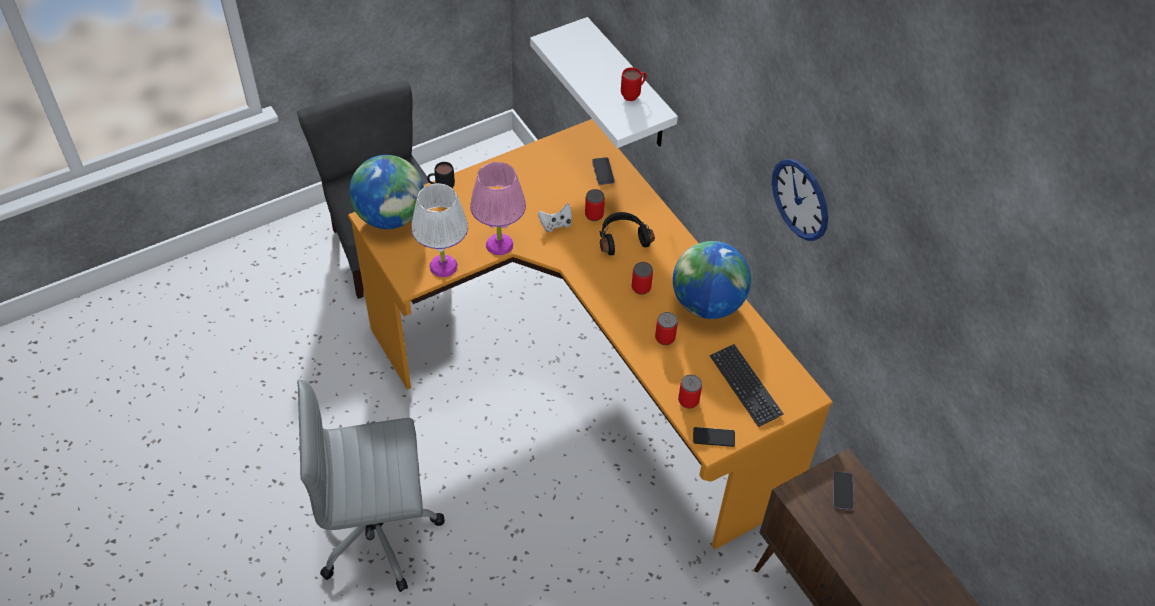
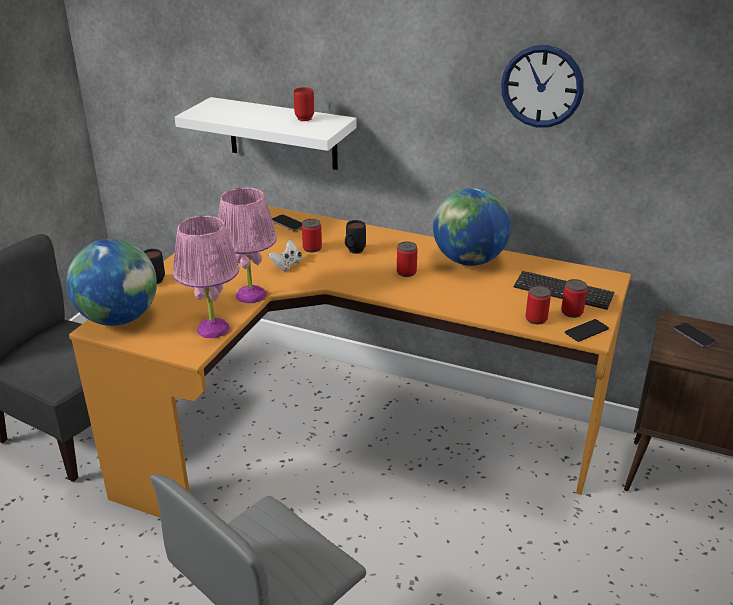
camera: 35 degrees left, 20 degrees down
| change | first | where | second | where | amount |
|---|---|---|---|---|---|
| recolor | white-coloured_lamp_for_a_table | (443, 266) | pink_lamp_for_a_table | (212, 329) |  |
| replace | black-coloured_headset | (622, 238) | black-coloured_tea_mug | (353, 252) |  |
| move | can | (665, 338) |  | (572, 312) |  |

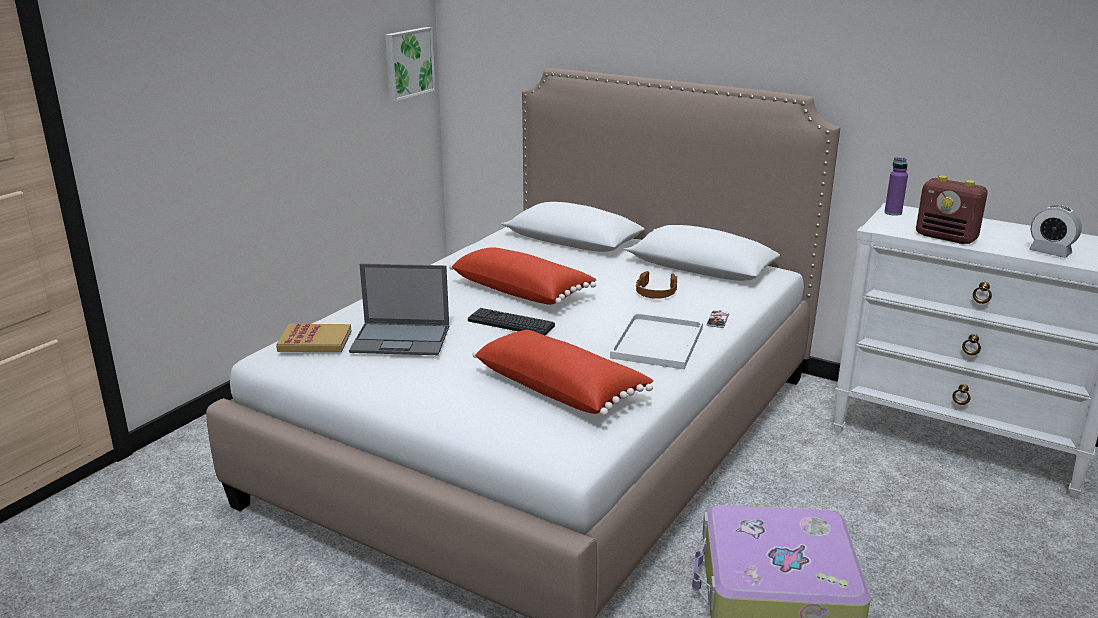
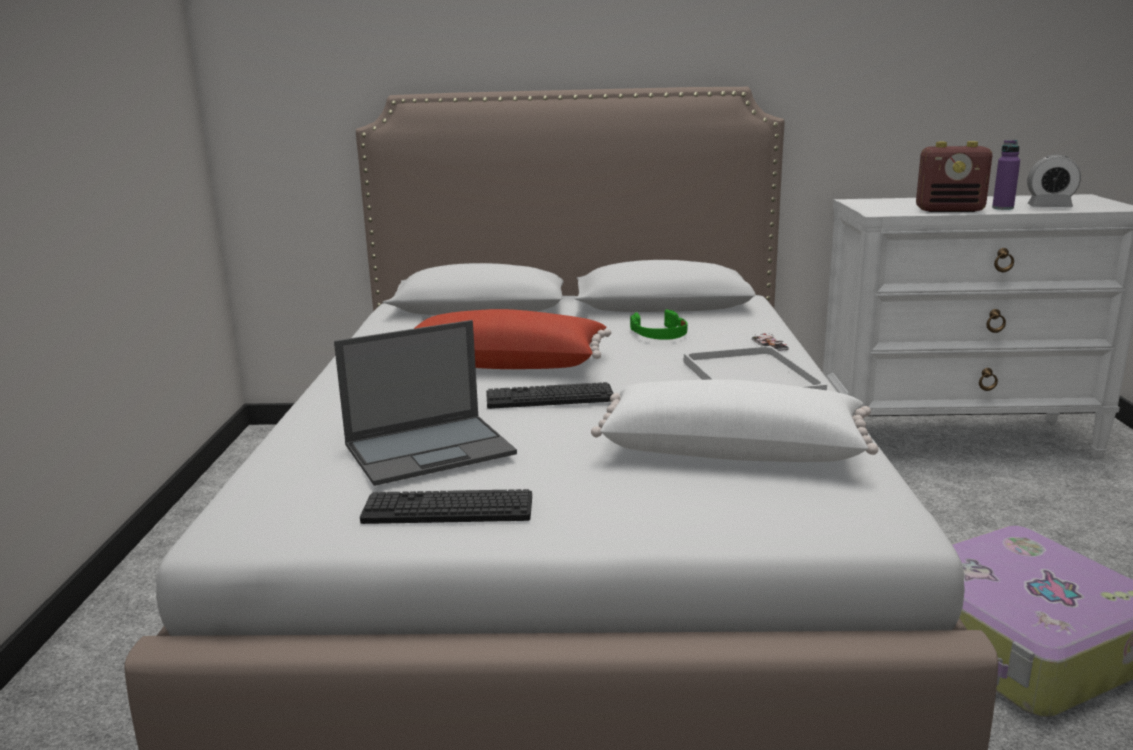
camera: 30 degrees left, 5 degrees down
| change | first | where | second | where | amount |
|---|---|---|---|---|---|
| delete | picture | (408, 63) |  |  |  |
| move | purple-coloured_bottle | (893, 213) |  | (1002, 208) |  |
| recolor | brown-coloured_headset | (655, 292) | green_headset | (660, 335) |  |
| delete | book | (315, 341) |  |  |  |
| recolor | red-coloured_throw_pillow | (561, 389) | white-coloured_throw_pillow | (732, 450) |  |
| insert |  |  | keyboard | (448, 509) |  |

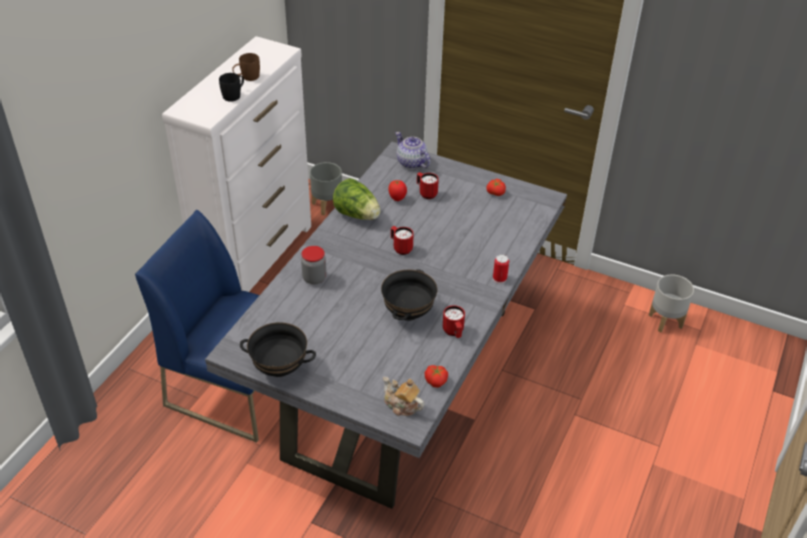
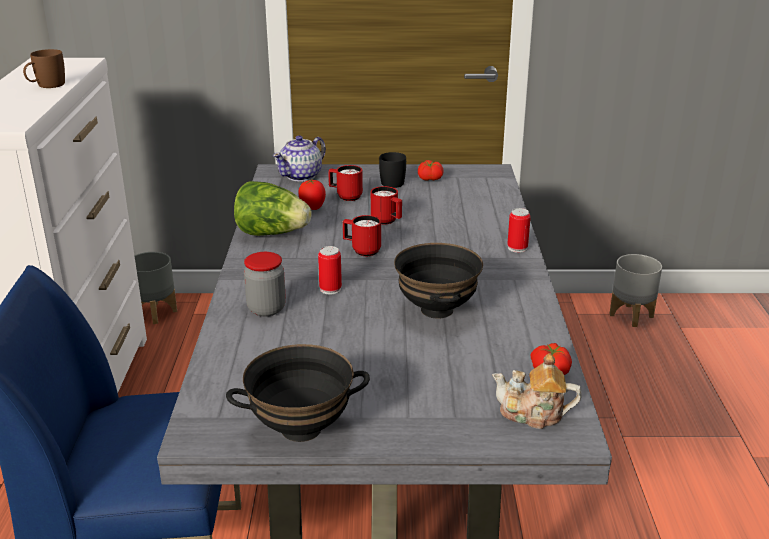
camera: 25 degrees left, 15 degrees down
| change | first | where | second | where | amount |
|---|---|---|---|---|---|
| move | black-coloured_tea_mug | (234, 95) |  | (393, 181) |  |
| rotate | teapot | (411, 163) |  | (301, 176) | 75 degrees counterclockwise |
| move | red-coloured_tea_mug | (454, 332) |  | (387, 221) |  |
| insert |  |  | can | (330, 289) |  |

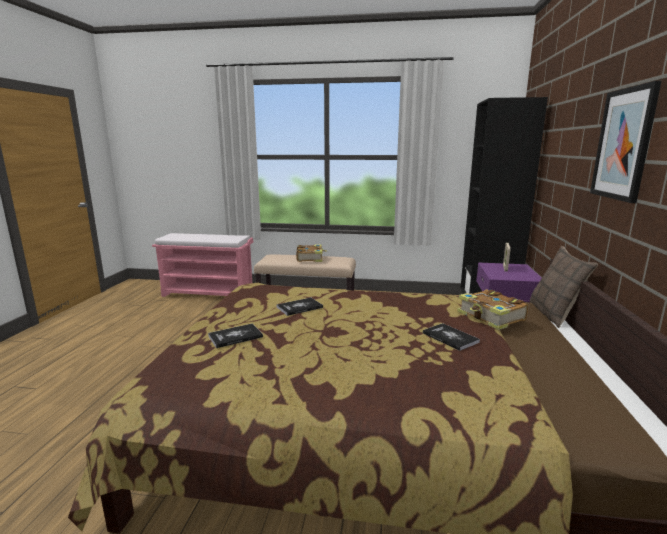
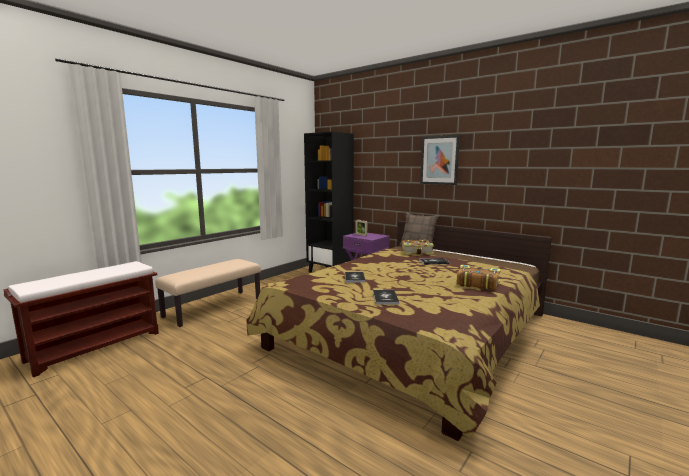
camera: 60 degrees left, 5 degrees down
| change | first | where | second | where | amount |
|---|---|---|---|---|---|
| recolor | pink_long_seat | (209, 293) | brown-coloured_long_seat | (96, 346) |  |
| move | book | (310, 258) |  | (477, 283) |  |

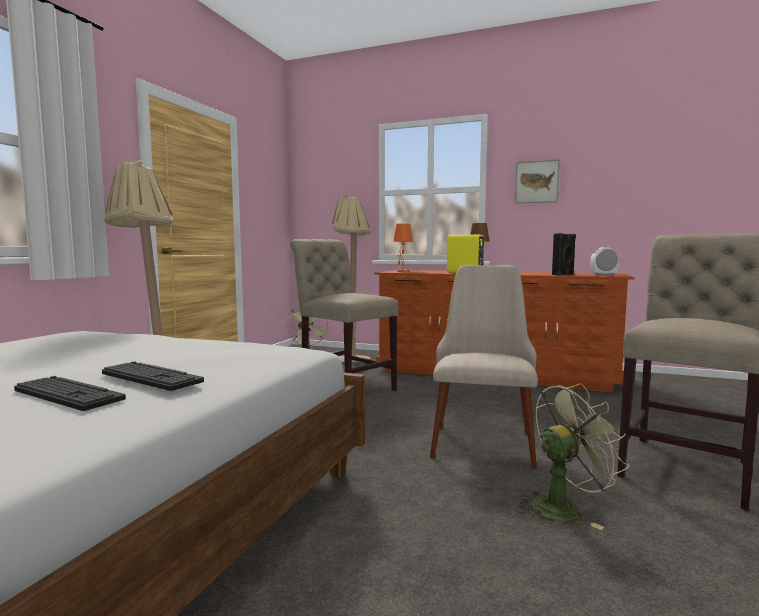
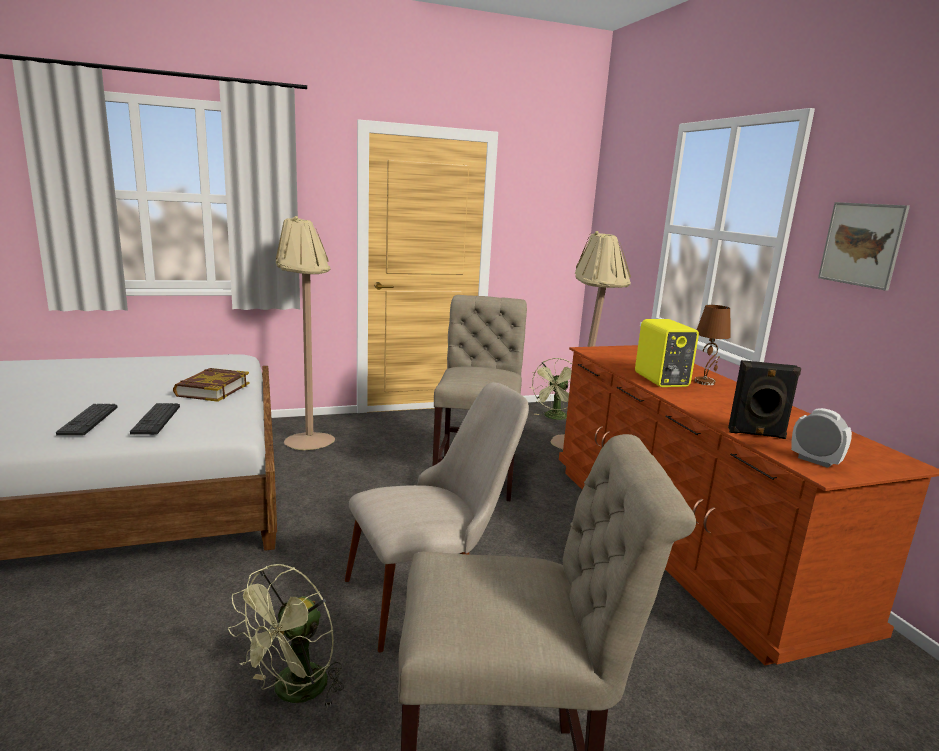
camera: 50 degrees right, 10 degrees up
| change | first | where | second | where | amount |
|---|---|---|---|---|---|
| delete | orangey_lamp_for_a_table | (403, 271) |  |  |  |
| move | keyboard | (68, 394) |  | (156, 419) |  |
| rotate | green_fan | (563, 508) |  | (293, 693) | 90 degrees clockwise |
| insert |  |  | book | (212, 389) |  |

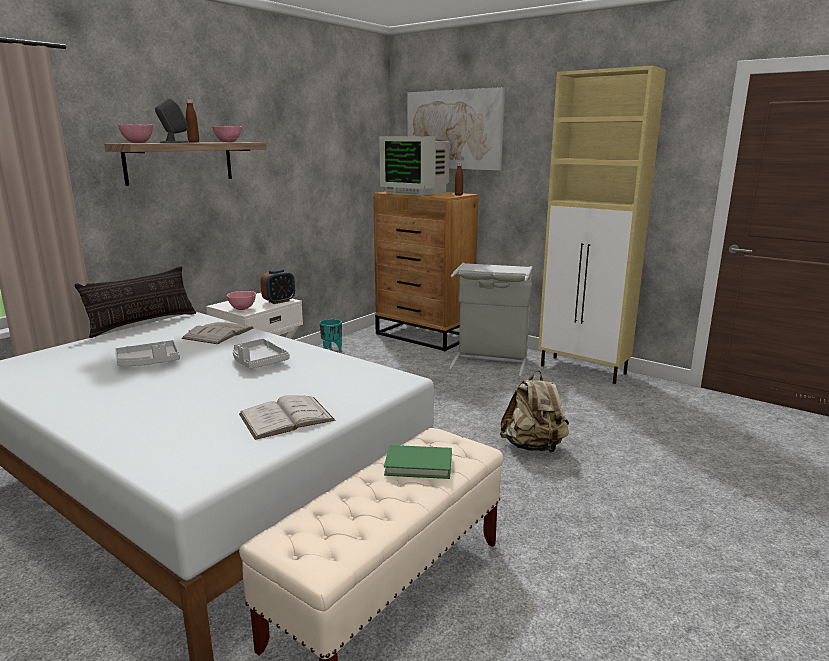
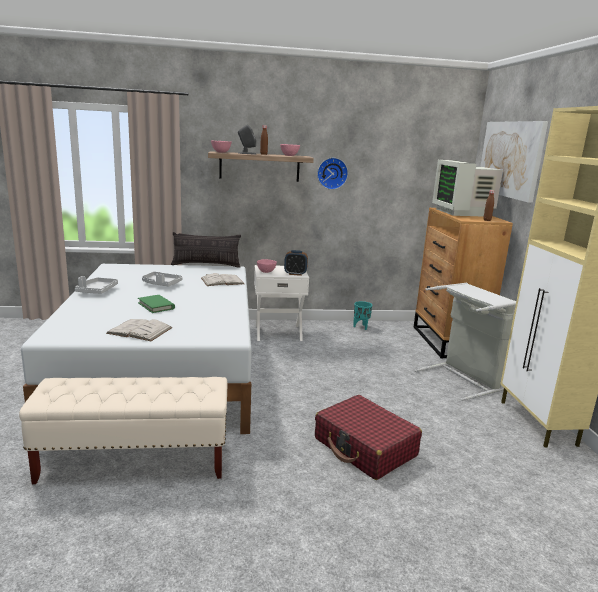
camera: 45 degrees right, 0 degrees up
| change | first | where | second | where | amount |
|---|---|---|---|---|---|
| move | greyish_serving_tray | (258, 361) |  | (97, 291) |  |
| replace | beige_knapsack | (533, 447) | red-coloured_piece_of_luggage | (365, 447) |  |
| move | green_book | (418, 465) |  | (156, 306) |  |
| insert |  |  | clock_on_the_wall | (332, 173) |  |

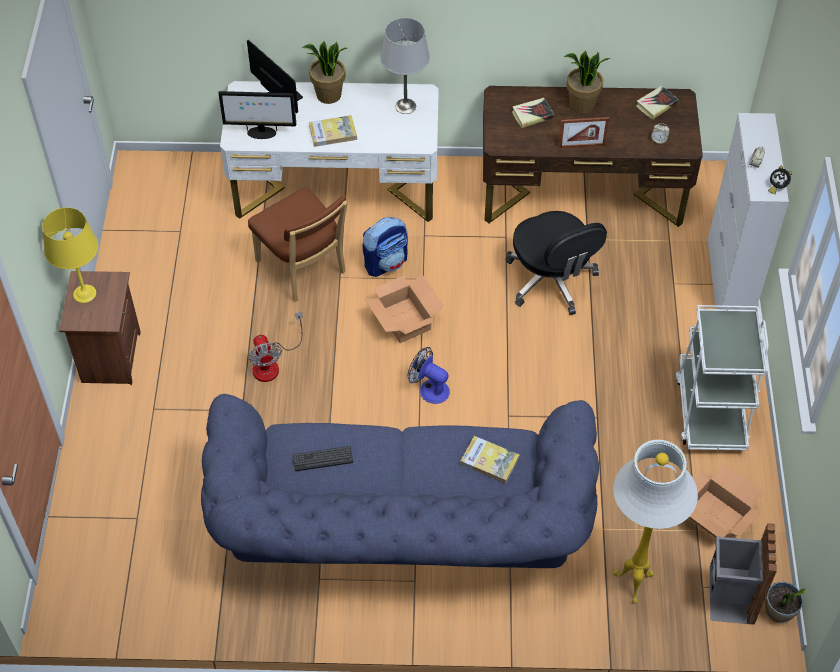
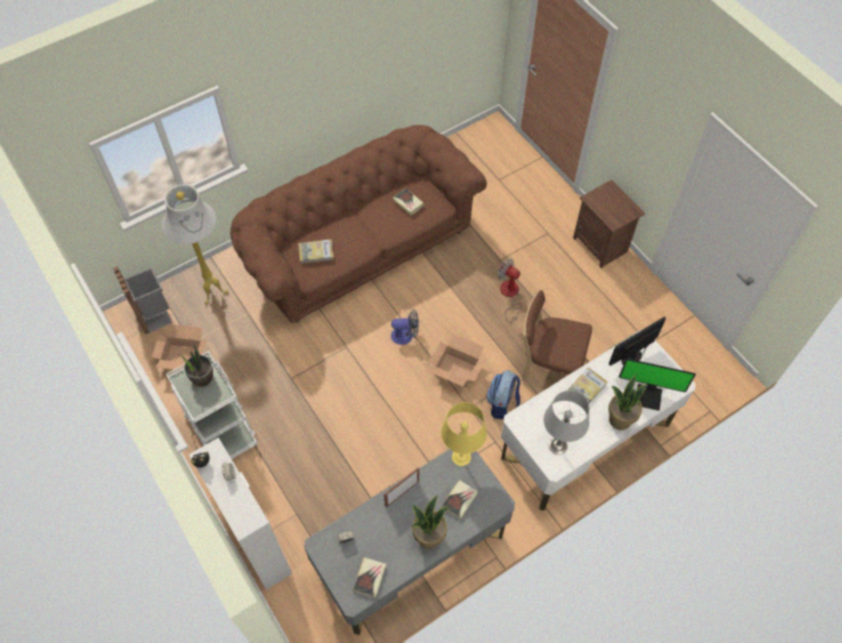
camera: 145 degrees right, 5 degrees up
| change | first | where | second | where | amount |
|---|---|---|---|---|---|
| recolor | brown-coloured_desk_unit | (581, 194) | greyish_desk_unit | (411, 554) |  |
| move | yellow-coloured_lamp_for_a_table | (85, 293) |  | (461, 457) |  |
| delete | black-coloured_desk_chair | (551, 280) |  |  |  |
| recolor | blue-coloured_sofa | (400, 534) | brown-coloured_sofa | (358, 247) |  |
| replace | keyboard | (322, 459) | book | (408, 203) |  |
| move | plant_in_a_pot | (779, 612) |  | (202, 377) |  |

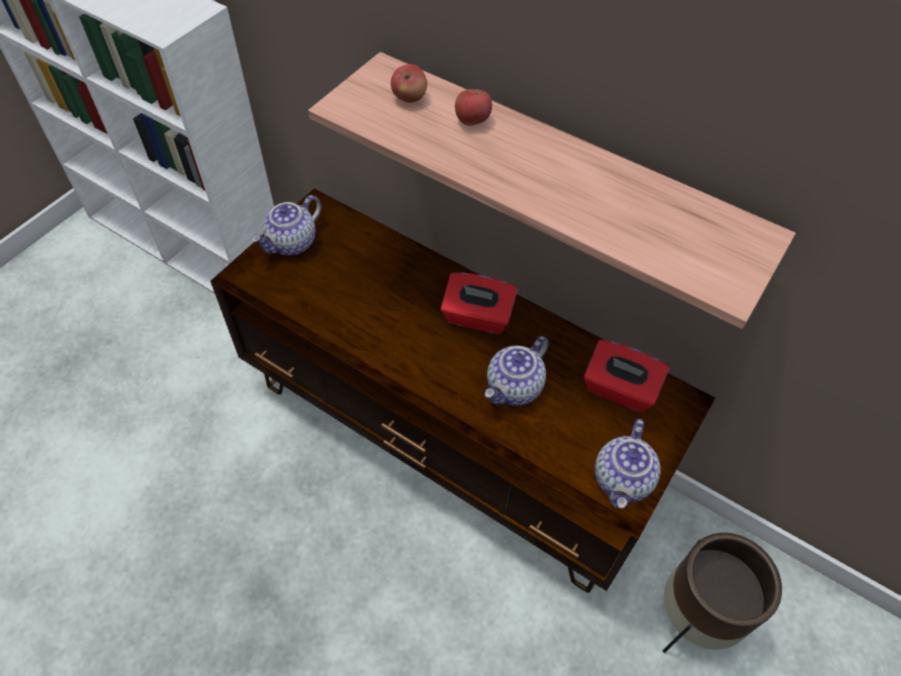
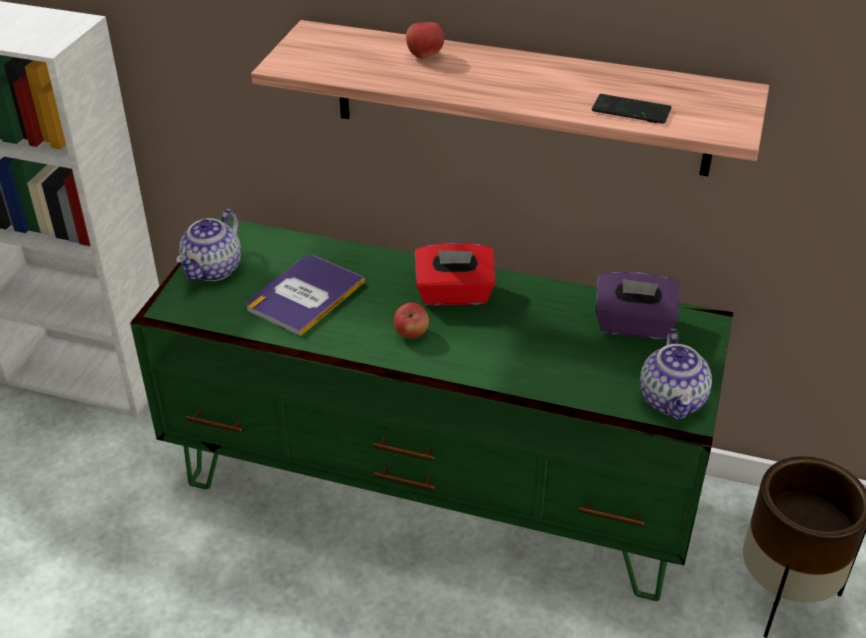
camera: 15 degrees left, 15 degrees down
| change | first | where | second | where | amount |
|---|---|---|---|---|---|
| move | apple_fruit | (409, 98) |  | (411, 333) |  |
| recolor | brown-coloured_media_console | (448, 440) | green_media_console | (434, 488) |  |
| delete | teapot | (514, 388) |  |  |  |
| recolor | red-coloured_tissue_holder | (619, 390) | purple-coloured_tissue_holder | (633, 325) |  |
| insert |  |  | phone | (631, 111) |  |
| insert |  |  | book | (305, 295) |  |

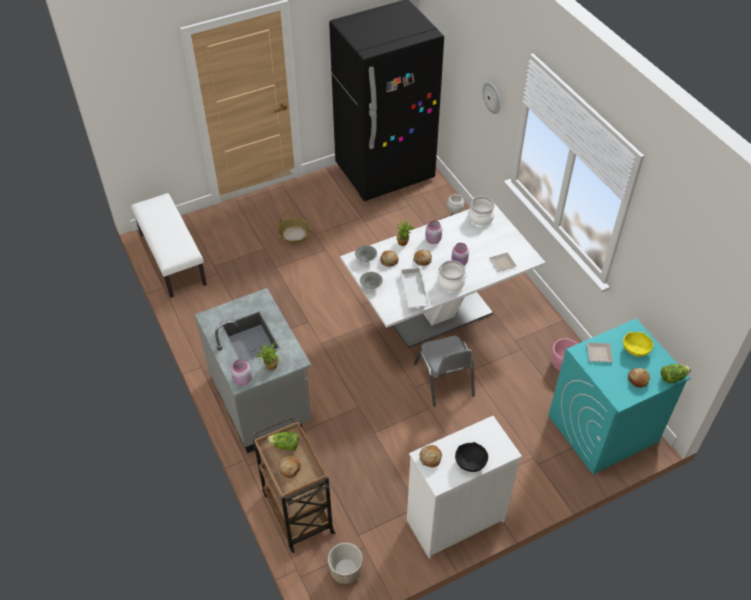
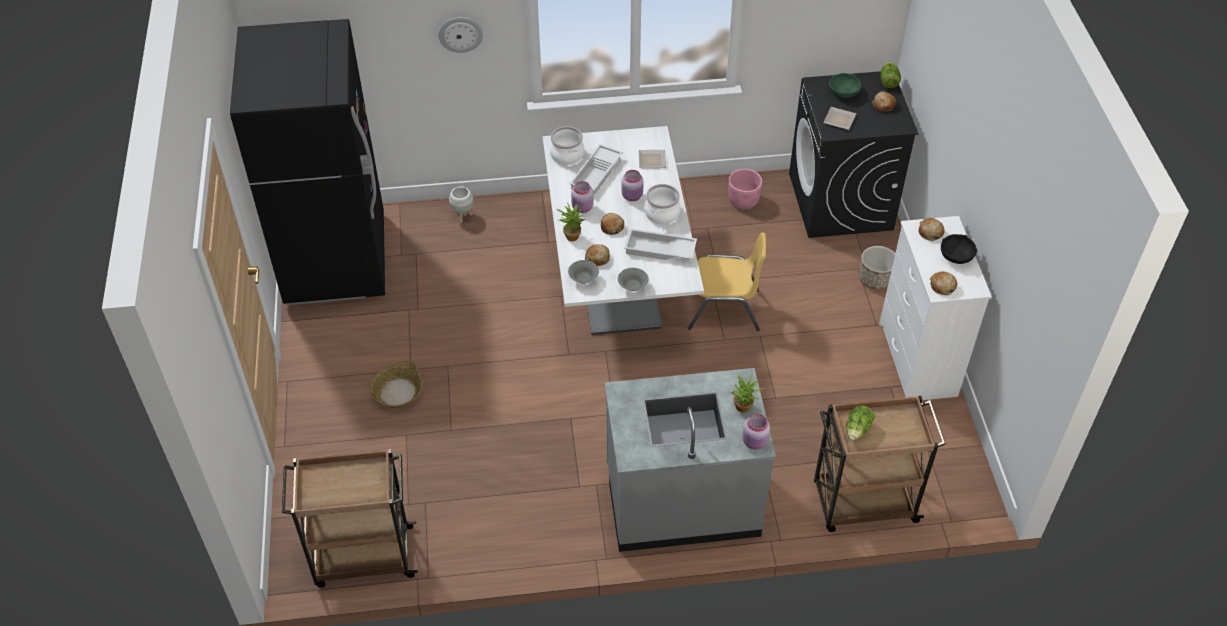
camera: 70 degrees left, 0 degrees up
| change | first | where | second | where | amount |
|---|---|---|---|---|---|
| replace | white-coloured_long_seat | (171, 259) | brown-coloured_cart | (362, 557) |  |
| recolor | turquoise_laundry_machine | (602, 429) | black-coloured_laundry_machine | (841, 202) |  |
| recolor | yellow-coloured_bowl | (636, 349) | green_bowl | (844, 92) |  |
| recolor | greyish_chair | (444, 380) | yellow-coloured_chair | (724, 309) |  |
| move | baked_bread | (289, 468) |  | (930, 232) |  |
| move | plant_pot | (346, 571) |  | (875, 279) |  |
| insert |  |  | white-coloured_serving_tray | (597, 174) |  |

